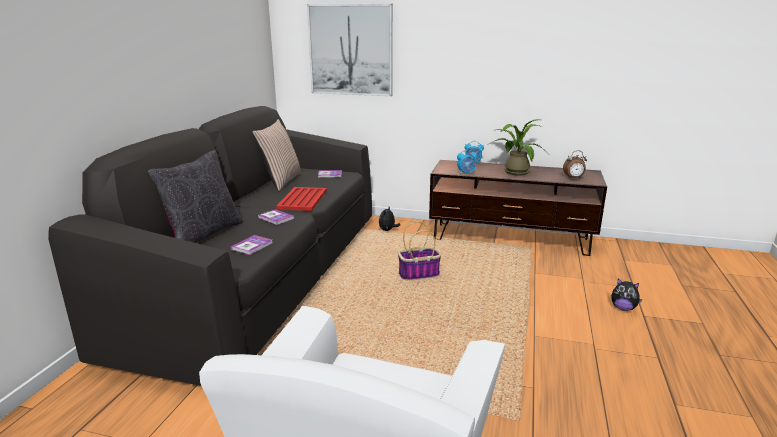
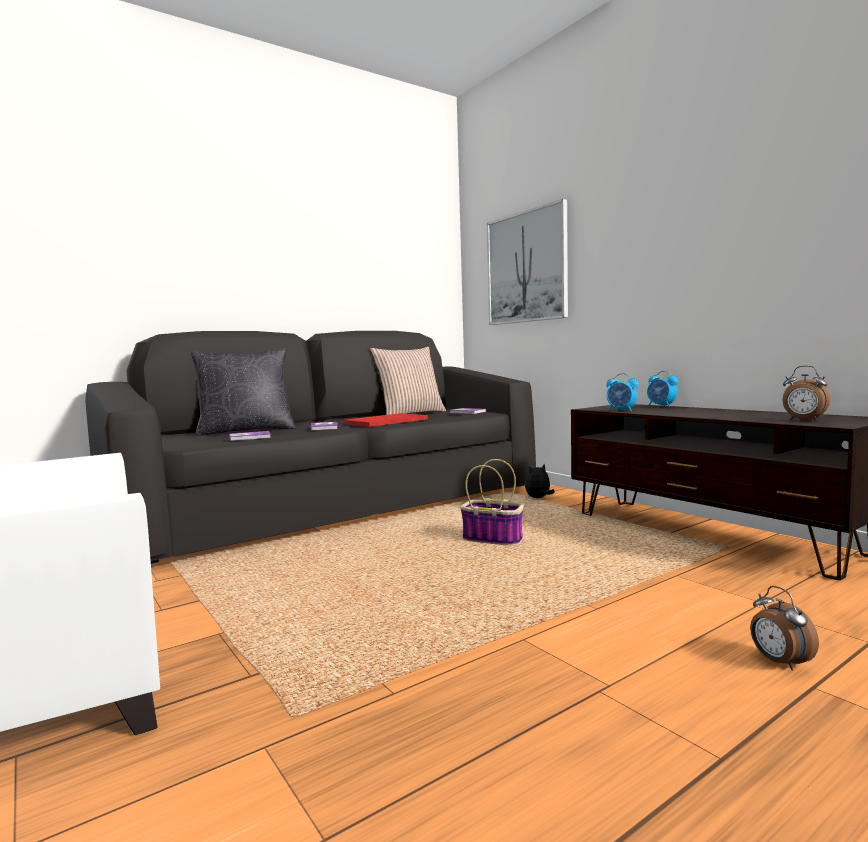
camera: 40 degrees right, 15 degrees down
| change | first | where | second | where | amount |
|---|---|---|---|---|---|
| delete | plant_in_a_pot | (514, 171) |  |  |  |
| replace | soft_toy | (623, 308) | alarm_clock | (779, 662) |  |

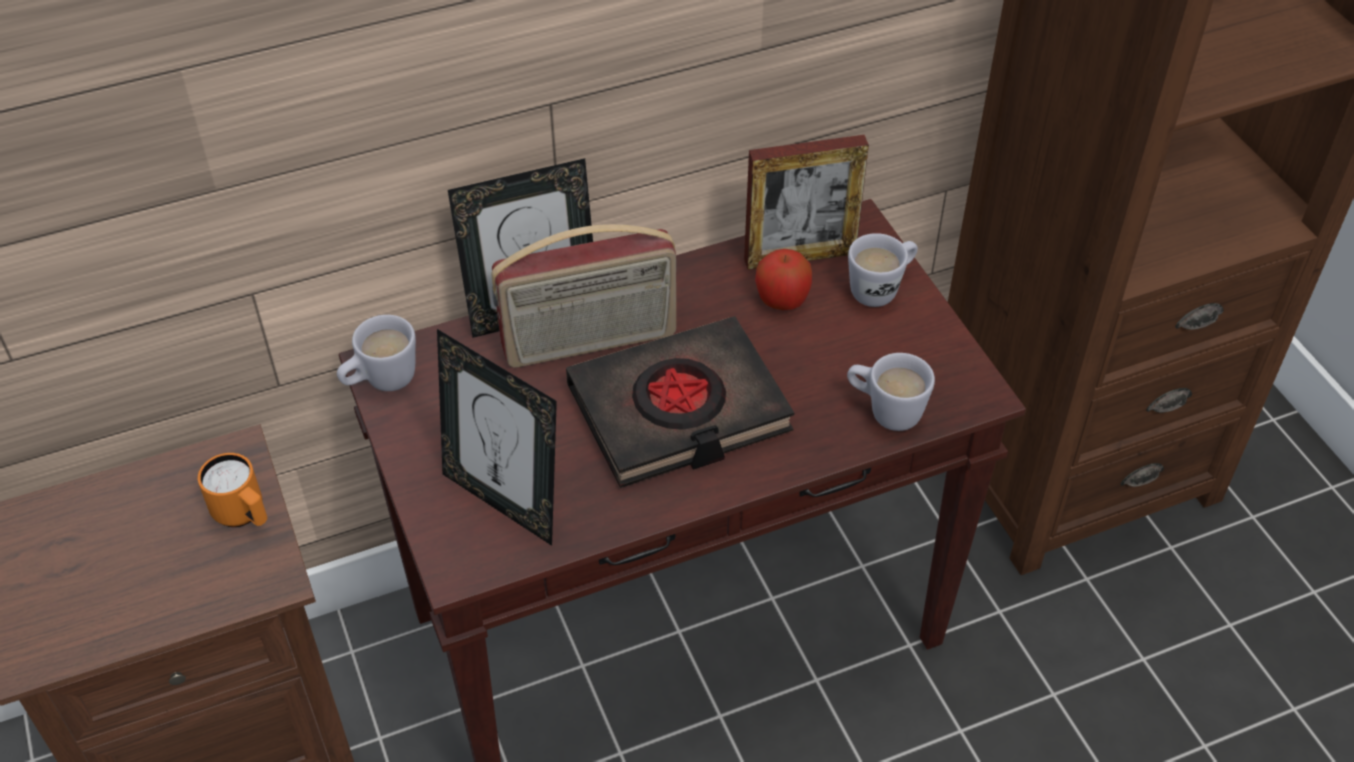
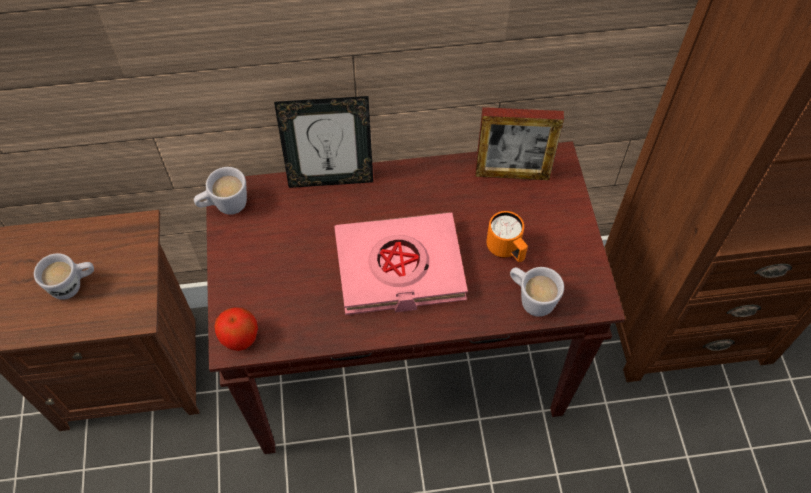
camera: 15 degrees right, 10 degrees up
| change | first | where | second | where | amount |
|---|---|---|---|---|---|
| delete | radio_set | (590, 343) |  |  |  |
| move | white-coloured_tea_mug | (881, 289) |  | (74, 285) |  |
| move | apple_fruit | (782, 300) |  | (240, 338) |  |
| recolor | black-coloured_book | (679, 411) | pink_book | (399, 268) |  |
| delete | standing_frame | (504, 501) |  |  |  |
| move | orangey_tea_mug | (244, 516) |  | (506, 251) |  |

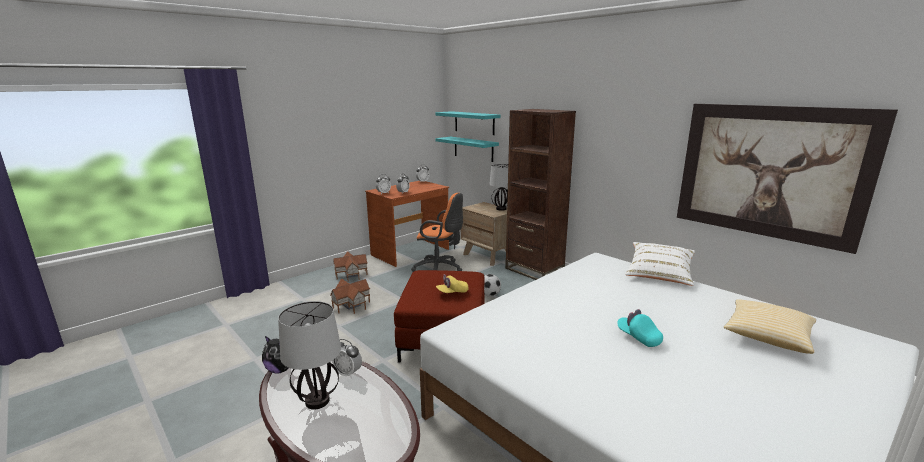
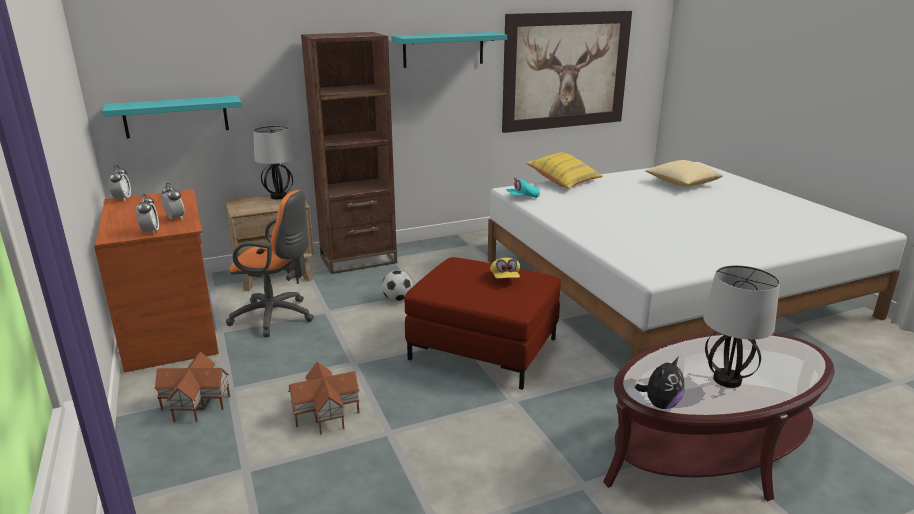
camera: 70 degrees left, 5 degrees up
| change | first | where | second | where | amount |
|---|---|---|---|---|---|
| move | turquoise_shelf | (474, 123) |  | (443, 49) |  |
| rotate | orangey_desk_chair | (440, 269) |  | (277, 317) | 60 degrees clockwise |
| recolor | white-coloured_throw_pillow | (659, 274) | yellow-coloured_throw_pillow | (563, 181) |  |
| move | turquoise_baseball_cap | (638, 337) |  | (522, 197) |  |
| delete | alarm_clock | (348, 373) |  |  |  |

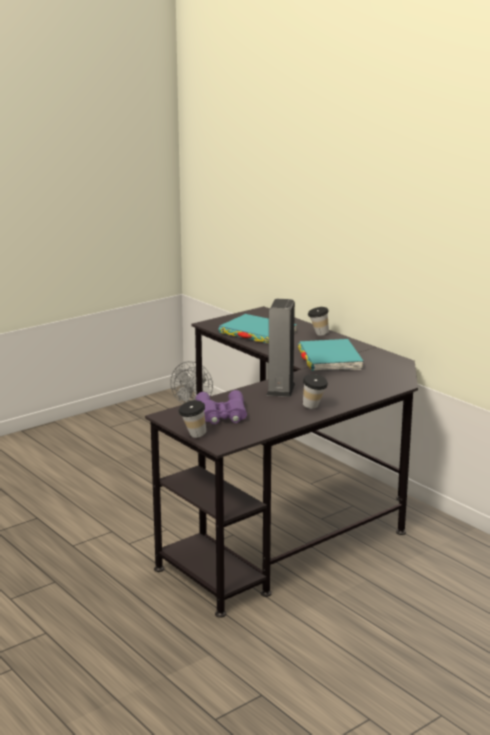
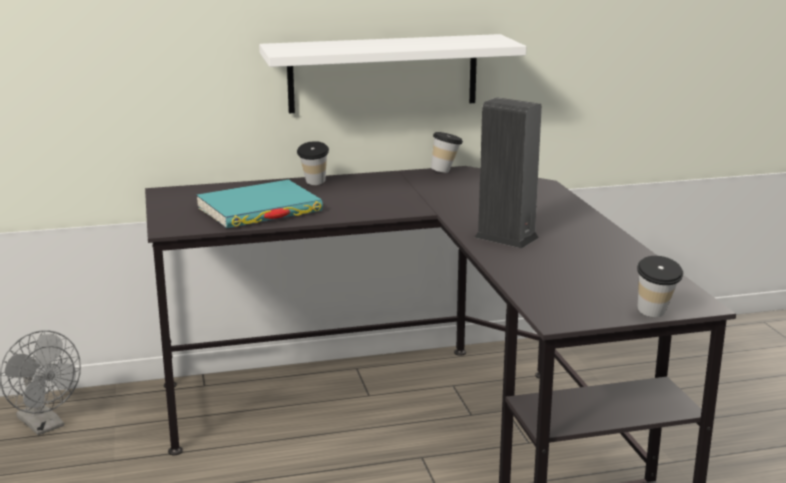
camera: 65 degrees left, 0 degrees up
| change | first | where | second | where | amount |
|---|---|---|---|---|---|
| delete | turquoise_book | (329, 359) |  |  |  |
| move | cup | (314, 407) |  | (446, 171) |  |
| delete | purple-coloured_field_glasses | (221, 414) |  |  |  |
| insert |  |  | white-coloured_shelf | (383, 73) |  |

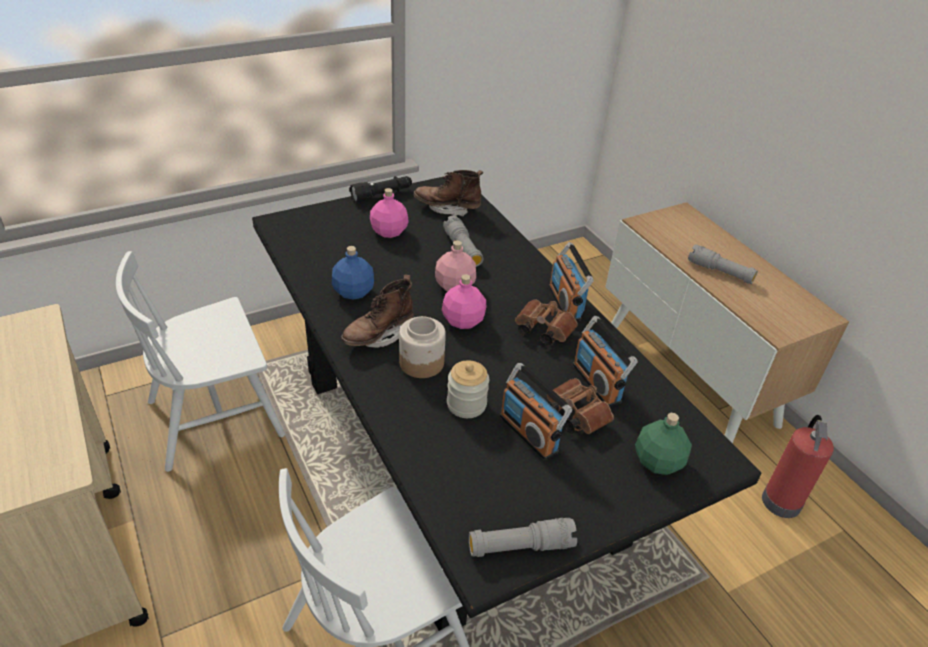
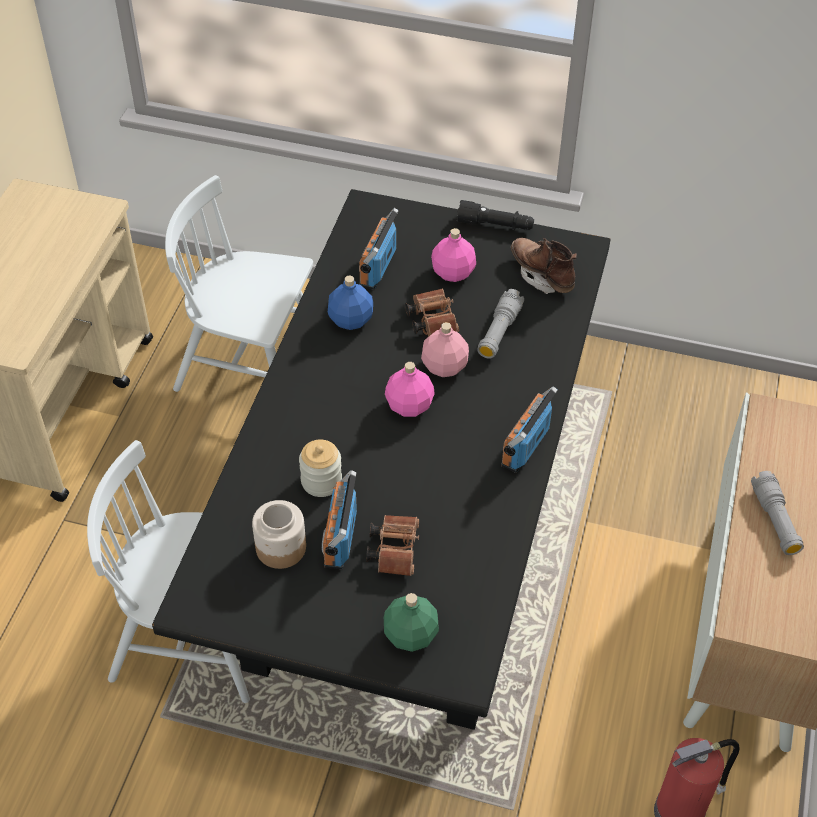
camera: 45 degrees right, 10 degrees up
| change | first | where | second | where | amount |
|---|---|---|---|---|---|
| delete | brown-coloured_high-top_boot | (378, 335) |  |  |  |
| move | brown-coloured_field_glasses | (541, 330) |  | (431, 320) |  |
| move | storage_jar | (421, 363) |  | (280, 548) |  |
| move | radio_set | (597, 383) |  | (377, 268) |  |
| delete | greyish_flashlight | (520, 546) |  |  |  |

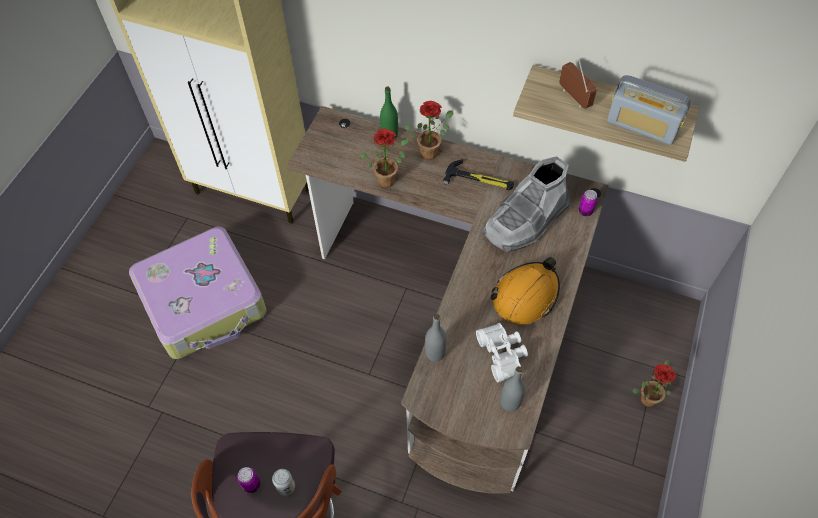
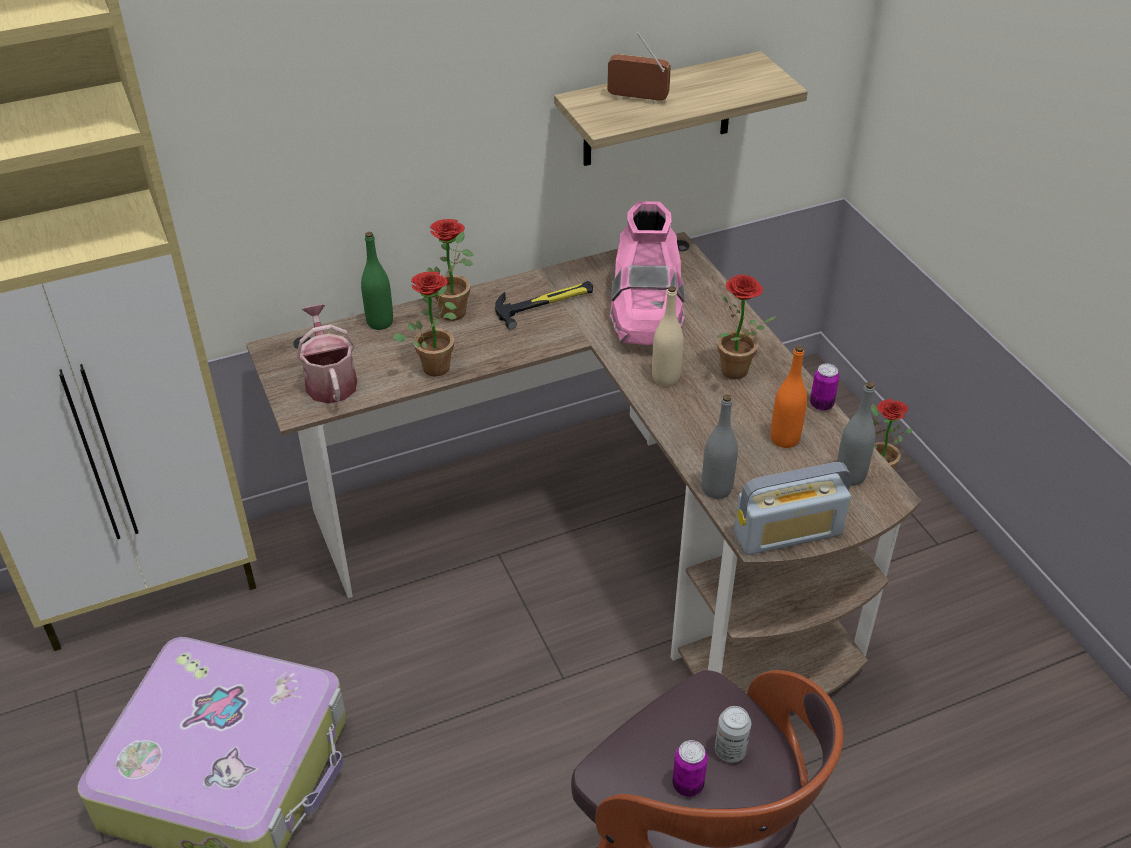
camera: 45 degrees left, 15 degrees down
| change | first | where | second | where | amount |
|---|---|---|---|---|---|
| move | radio_set | (642, 127) |  | (788, 534) |  |
| recolor | greyish_high-top_boot | (526, 221) | pink_high-top_boot | (646, 310) |  |
| move | can | (585, 211) |  | (821, 404) |  |
| replace | orangey_hard_hat | (525, 296) | plant_in_a_pot | (735, 374) |  |
| replace | white-coloured_field_glasses | (503, 354) | orangey_bottle | (784, 439) |  |
| insert |  |  | beige_bottle | (665, 378) |  |
| insert |  |  | watering_pot | (330, 380) |  |

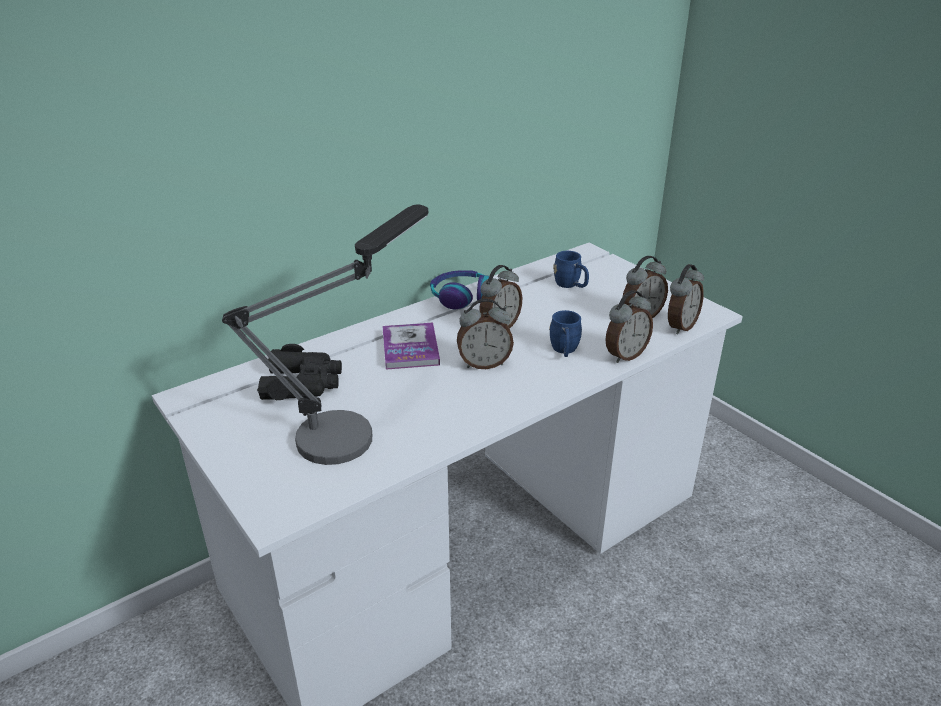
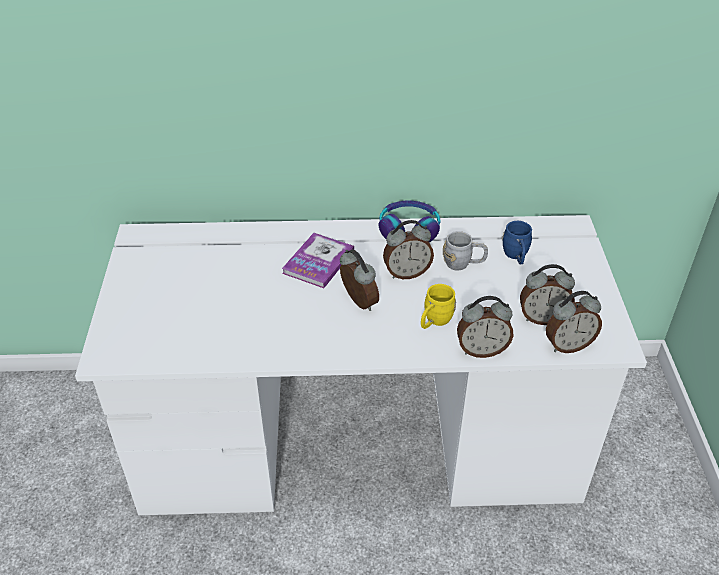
camera: 35 degrees right, 10 degrees up
| change | first | where | second | where | amount |
|---|---|---|---|---|---|
| delete | lamp_for_a_table | (351, 427) |  |  |  |
| rotate | alarm_clock | (484, 364) |  | (357, 303) | 150 degrees counterclockwise |
| recolor | blue-coloured_tea_mug | (564, 351) | yellow-coloured_tea_mug | (434, 321) |  |
| delete | black-coloured_field_glasses | (303, 383) |  |  |  |
| insert |  |  | greyish_tea_mug | (463, 264) |  |

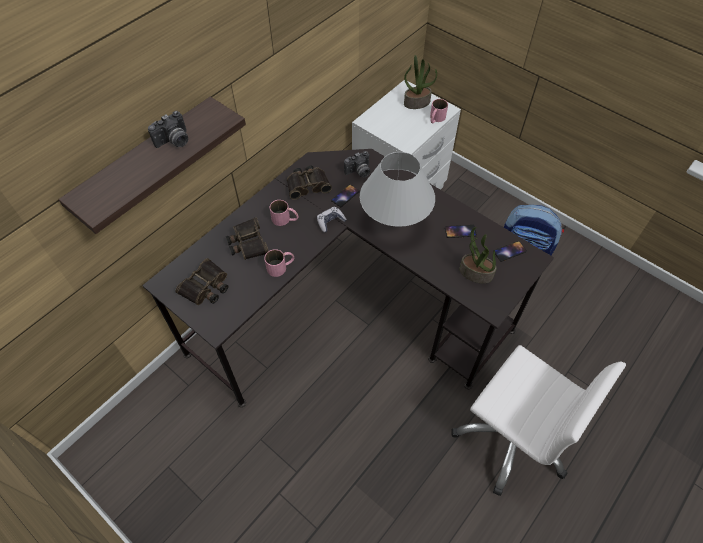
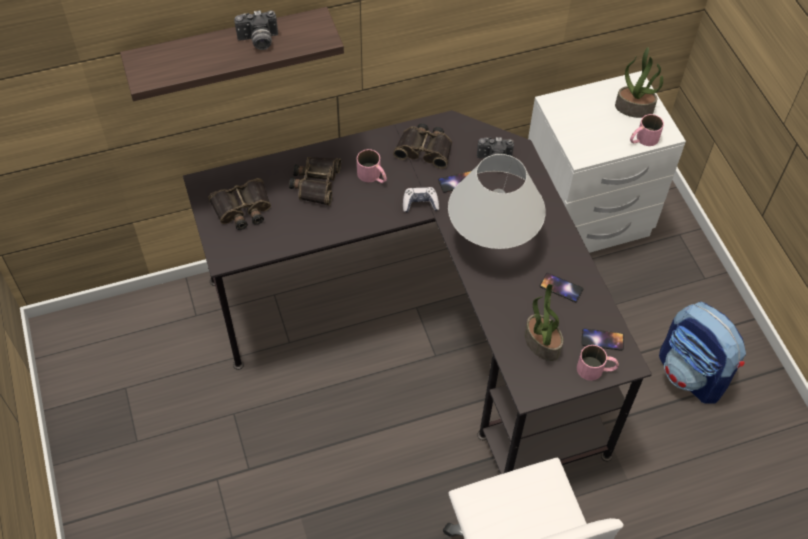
camera: 30 degrees right, 0 degrees up
| change | first | where | second | where | amount |
|---|---|---|---|---|---|
| move | pink_tea_mug | (281, 266) |  | (596, 369) |  |

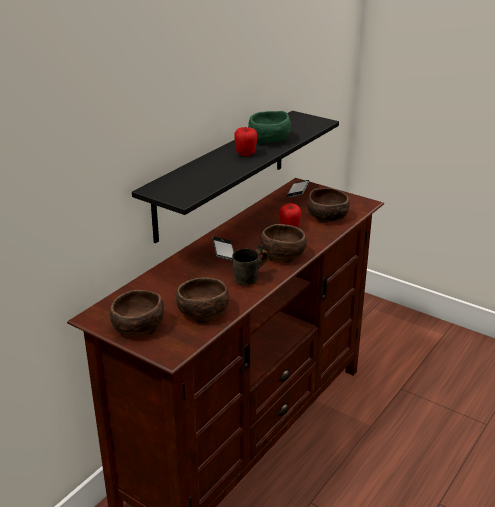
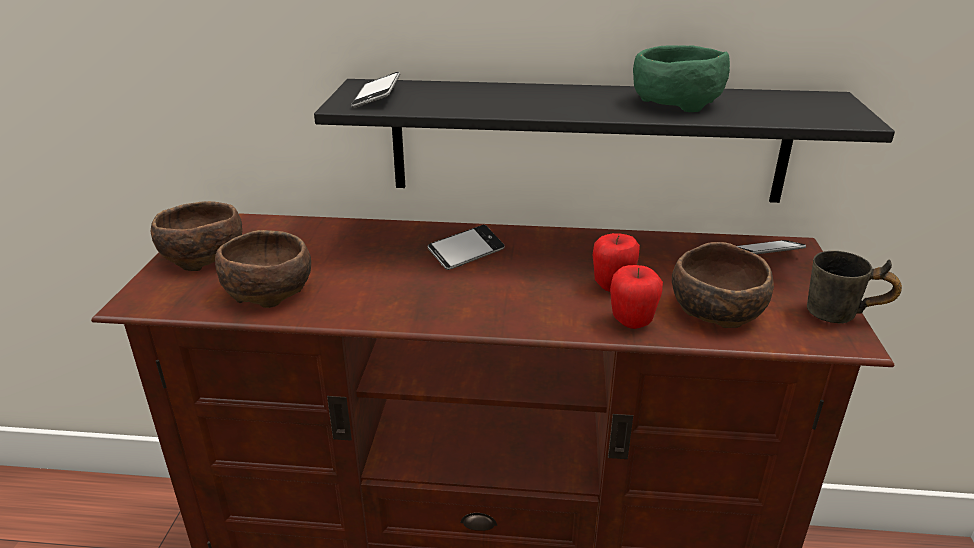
camera: 60 degrees right, 0 degrees up
| change | first | where | second | where | amount |
|---|---|---|---|---|---|
| move | apple_fruit | (245, 154) |  | (632, 322) |  |
| delete | brown-coloured_bowl | (282, 254) |  |  |  |
| move | greyish_tea_mug | (252, 279) |  | (842, 319) |  |
| insert |  |  | phone | (377, 97) |  |

